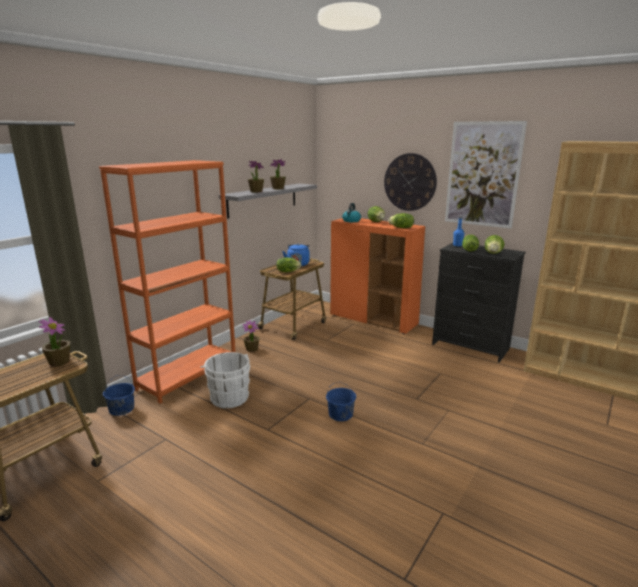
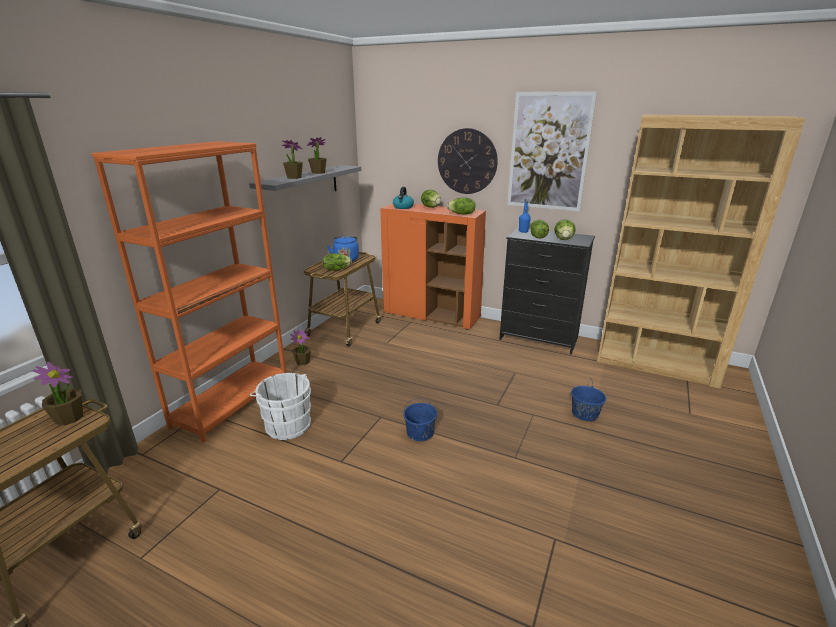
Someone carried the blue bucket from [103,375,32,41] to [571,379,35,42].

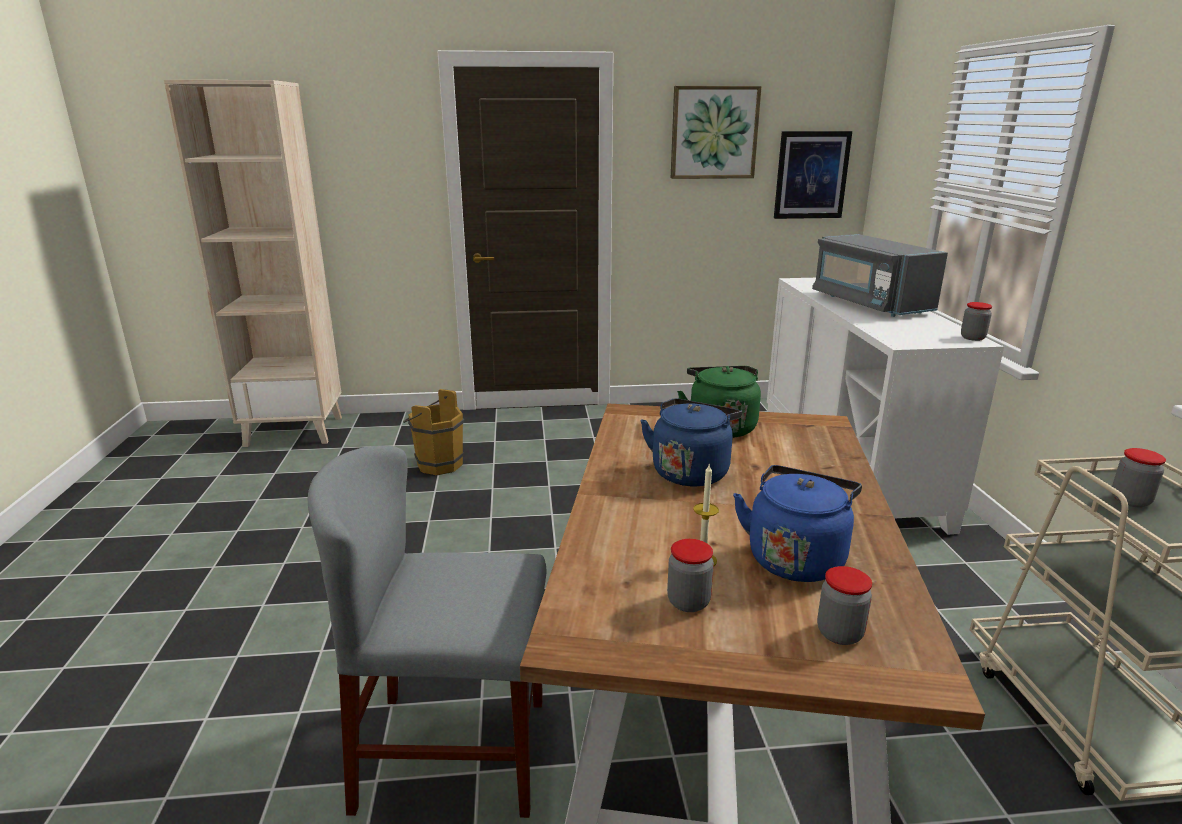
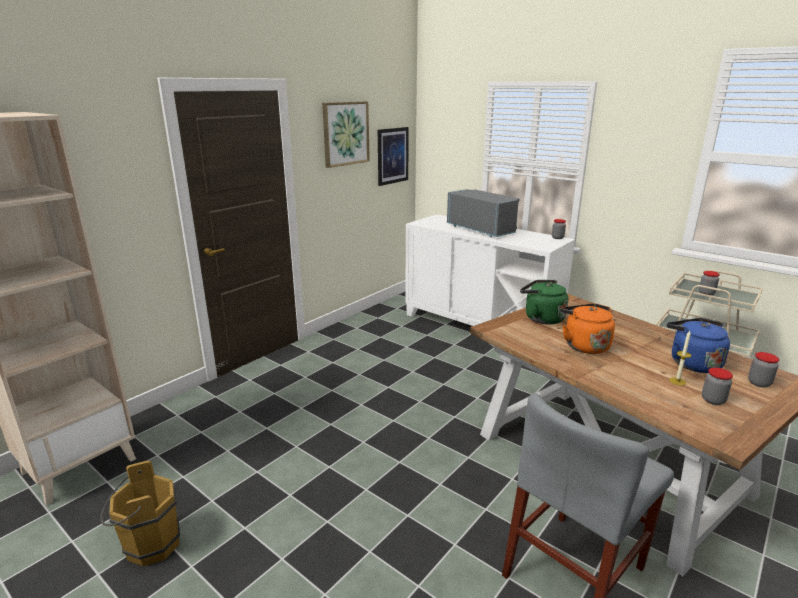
Someone carried the brown bucket from [403,389,61,86] to [100,460,80,106].
Someone repainted the blue kettle at [640,398,102,88], which became the orange kettle at [560,303,55,51].
Someone rotated the grey microwave at [812,234,136,83] by 150 degrees counterclockwise.

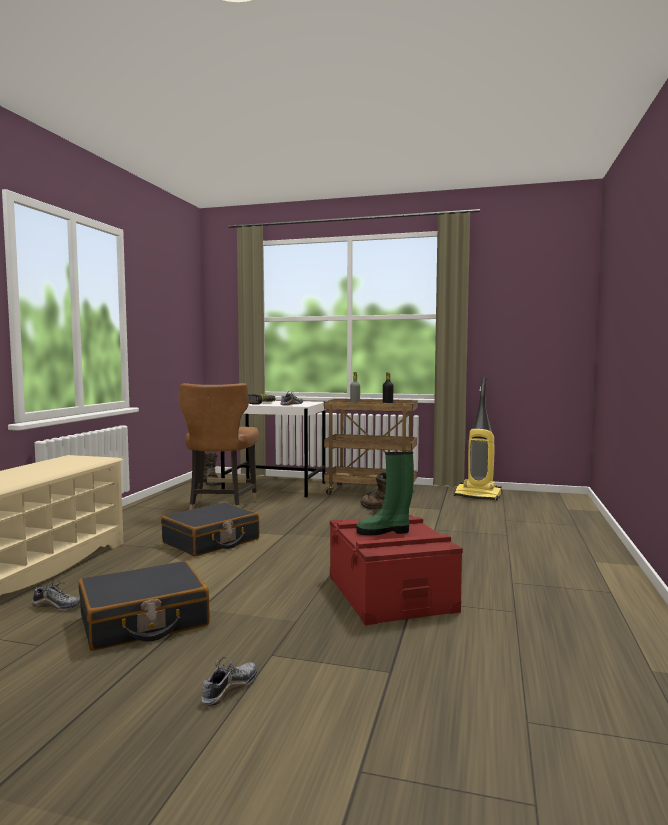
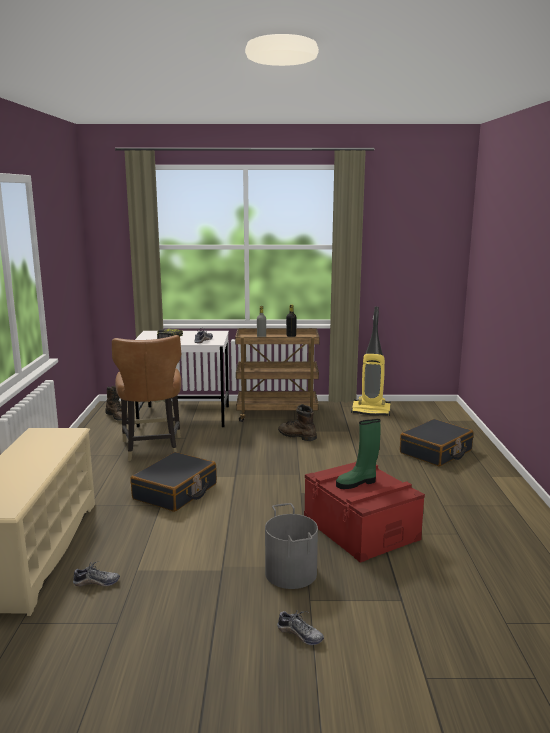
Someone put down the grey bucket at [265,503,53,86].
Someone carried the black suitcase from [79,561,131,90] to [400,419,73,47].
Someone rotated the shoe at [201,657,56,49] by 105 degrees clockwise.

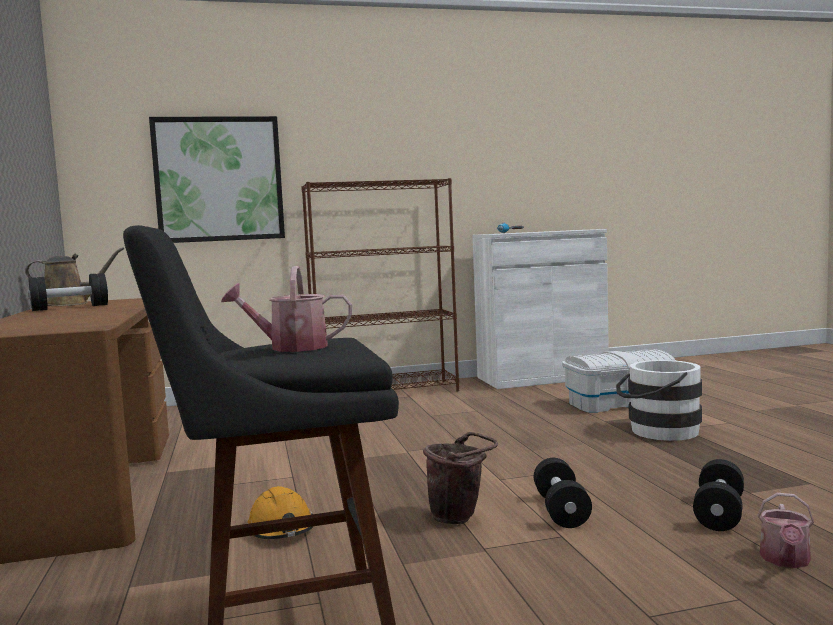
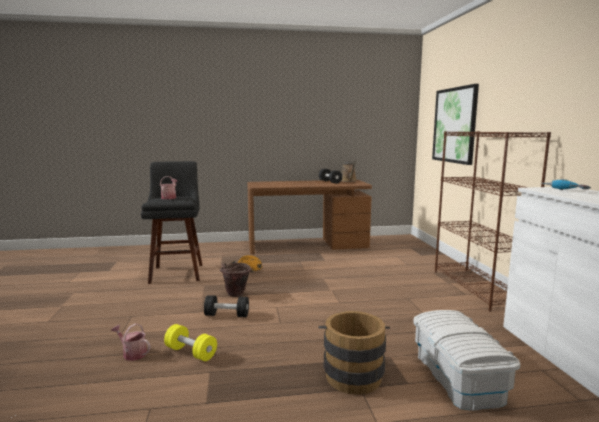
Someone repainted the white bucket at [616,360,86,81], which became the brown bucket at [318,311,72,84].
Someone repainted the black dumbbell at [693,459,51,72], which became the yellow dumbbell at [164,324,53,37].

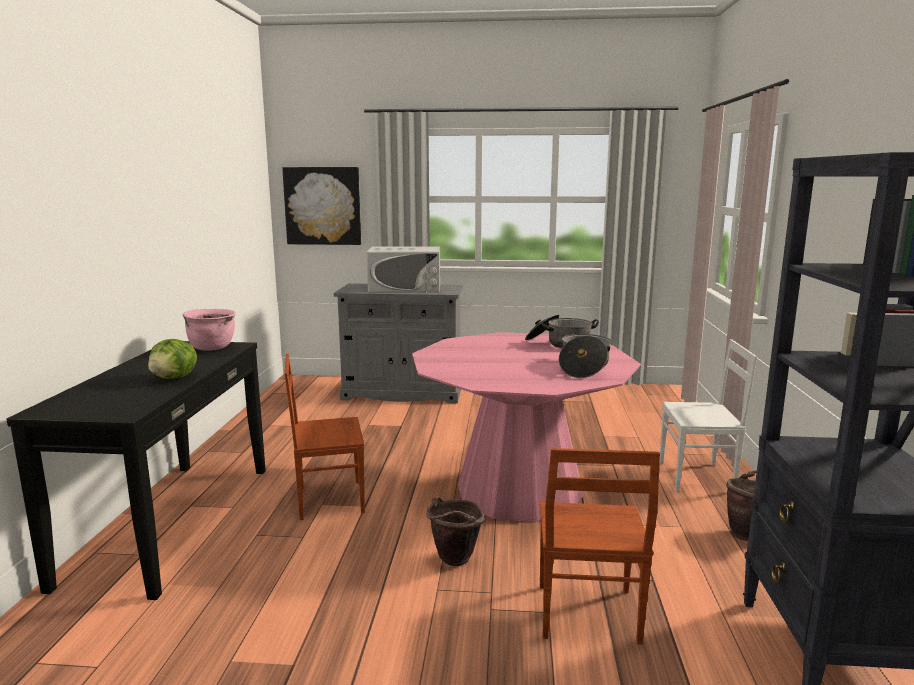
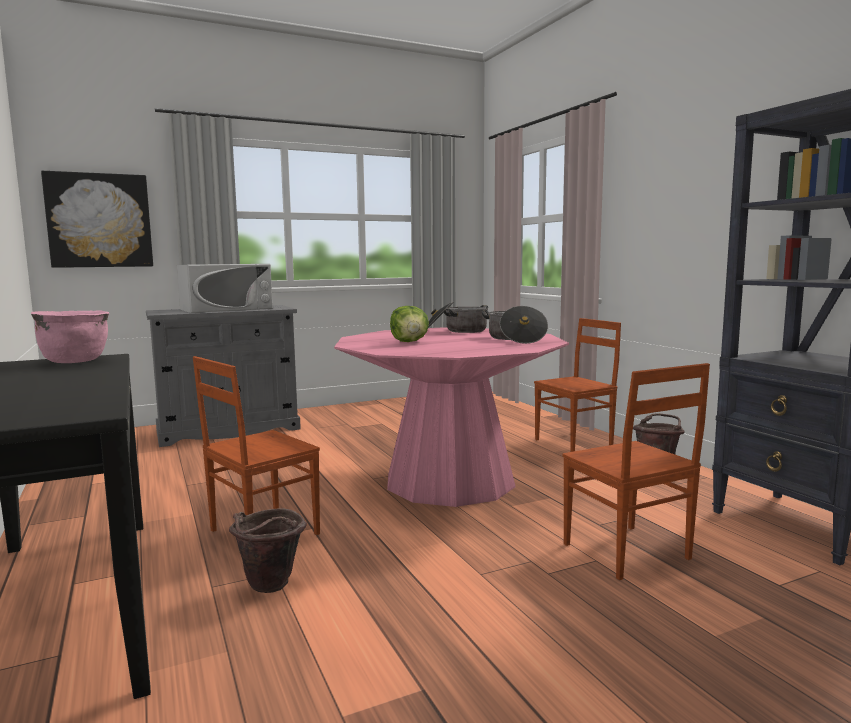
Someone carried the lettuce from [148,339,49,40] to [390,306,39,36].
Someone carried the brown bucket from [426,498,59,68] to [229,508,78,85].
Someone repainted the white chair at [660,339,97,152], which became the brown chair at [534,318,87,134].

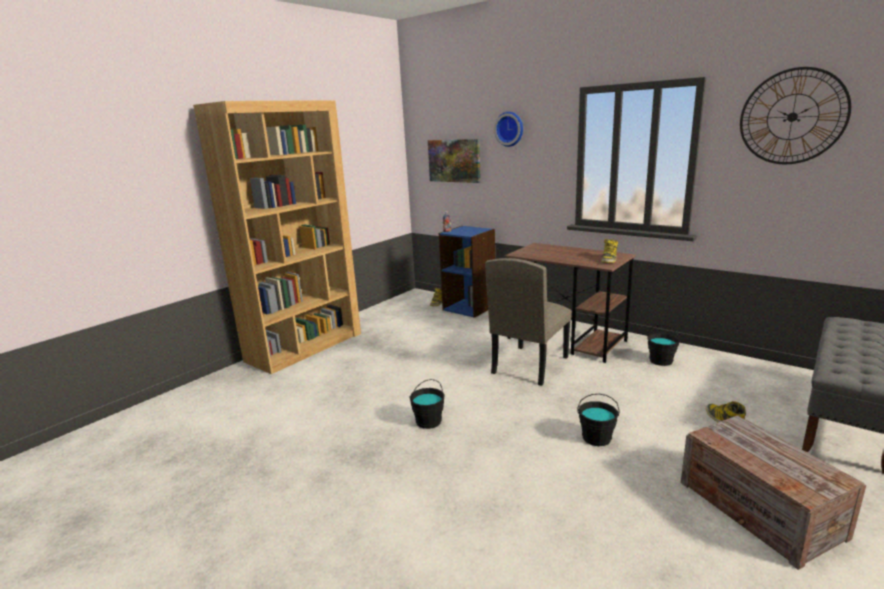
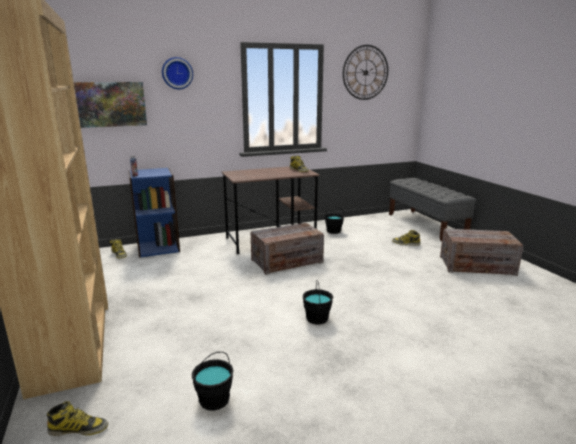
Someone put down the boot at [47,401,61,35].
Someone carried the black bucket from [578,394,42,52] to [192,352,42,59].
Someone swapped the beige chair at [485,258,87,128] for the crate at [251,223,73,51].

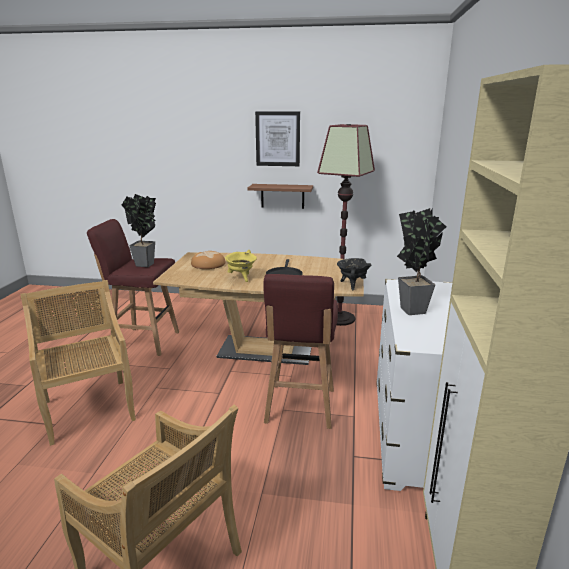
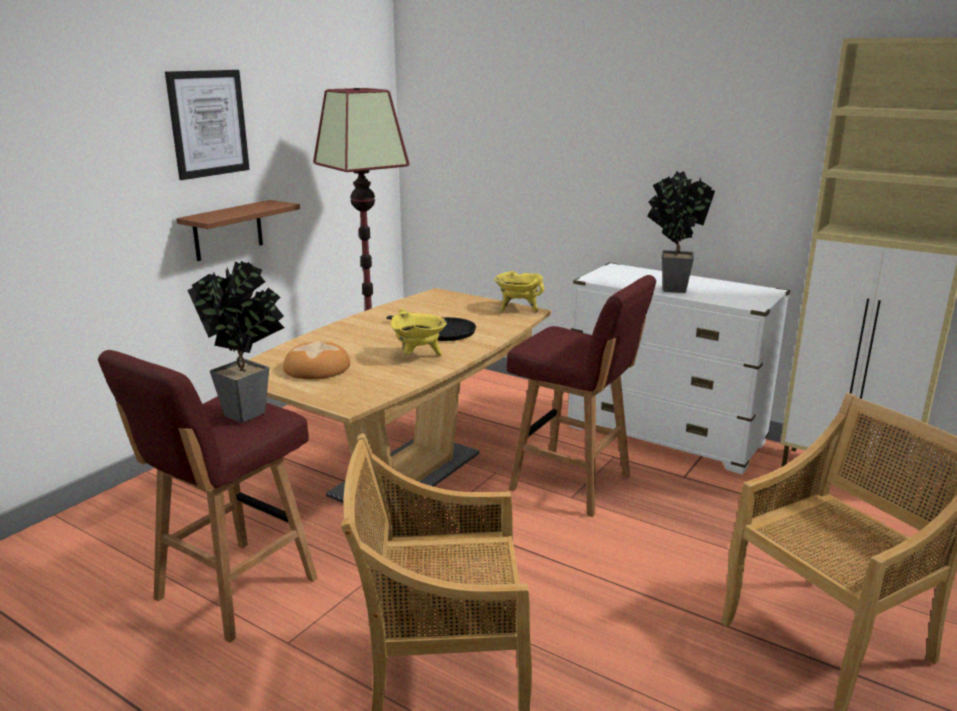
Someone repainted the black cooking pot at [337,258,35,32], which became the yellow cooking pot at [495,271,49,41].

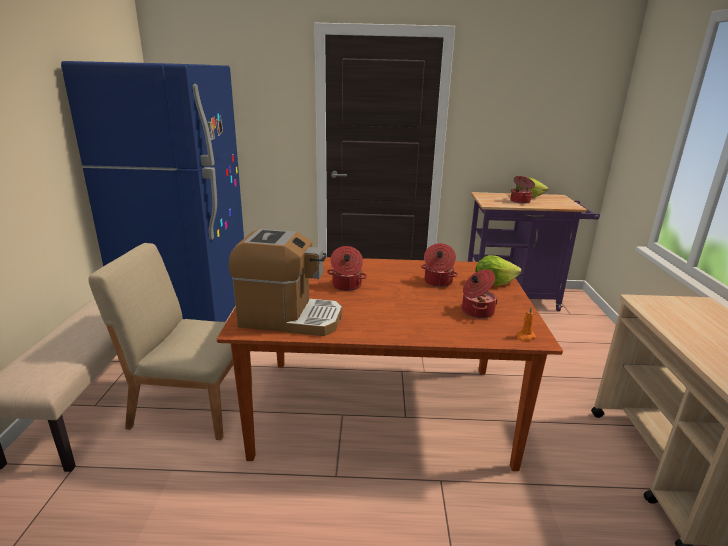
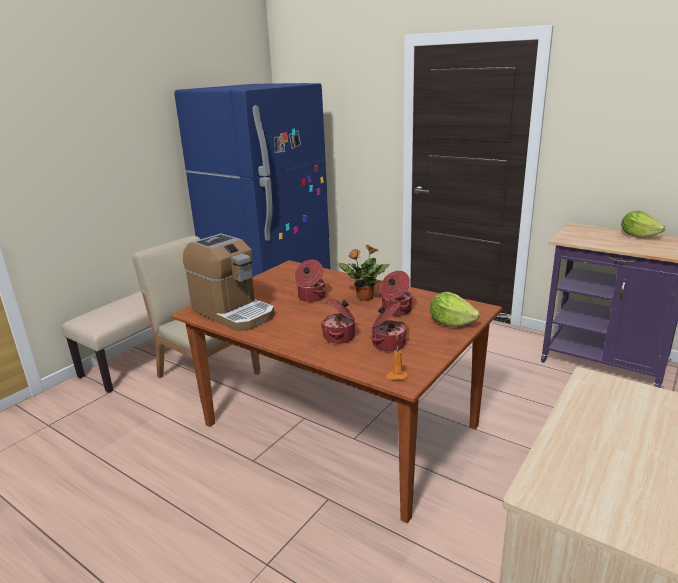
Someone put down the potted plant at [339,245,51,56].
Someone carried the cooking pot from [510,176,25,28] to [321,297,34,47].

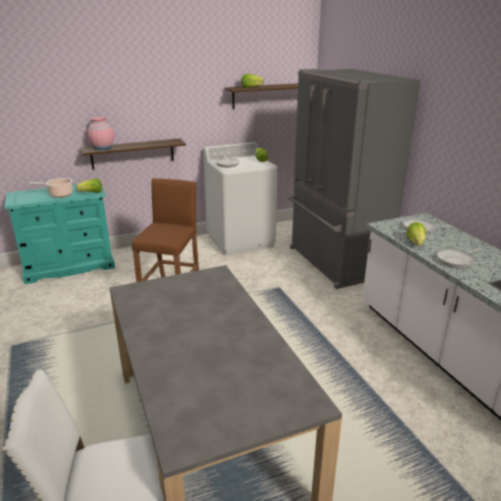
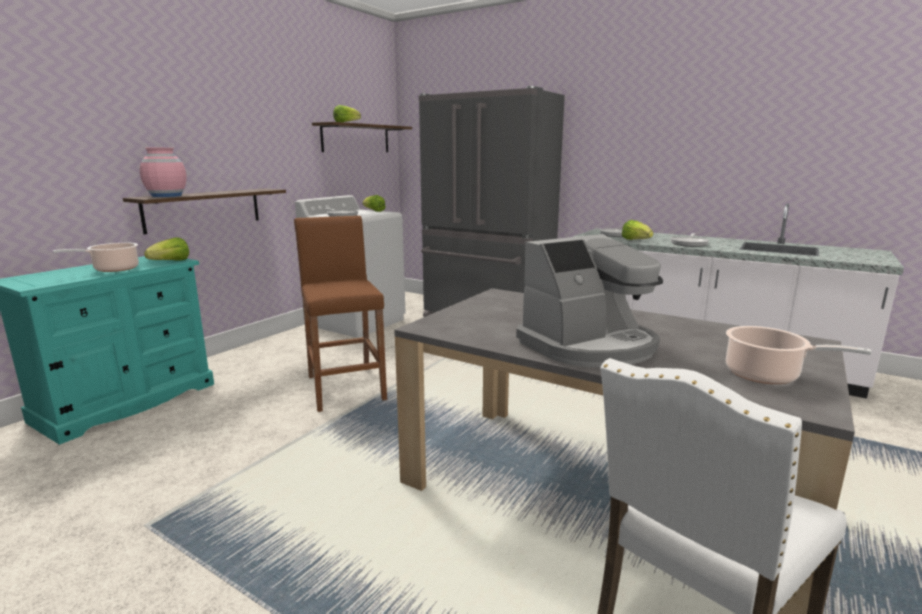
Someone put down the coffee machine at [516,234,147,133].
Someone put down the cooking pot at [726,326,145,58].

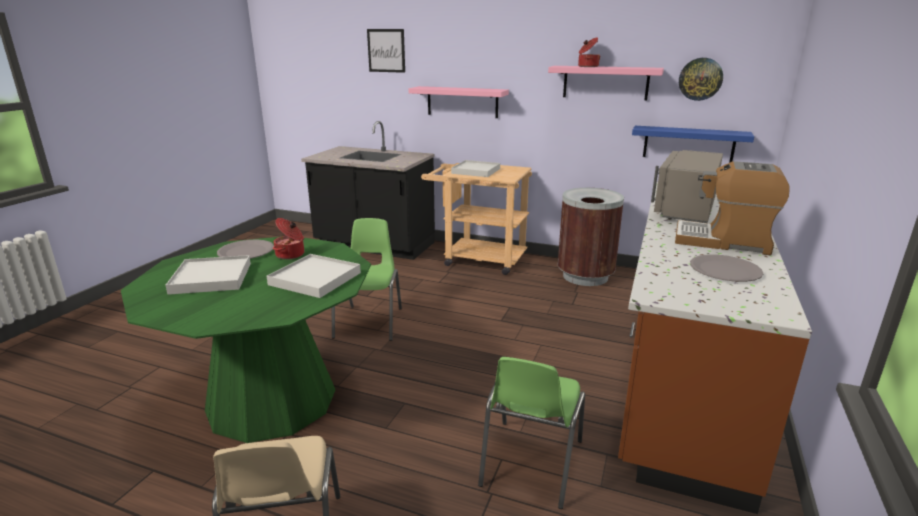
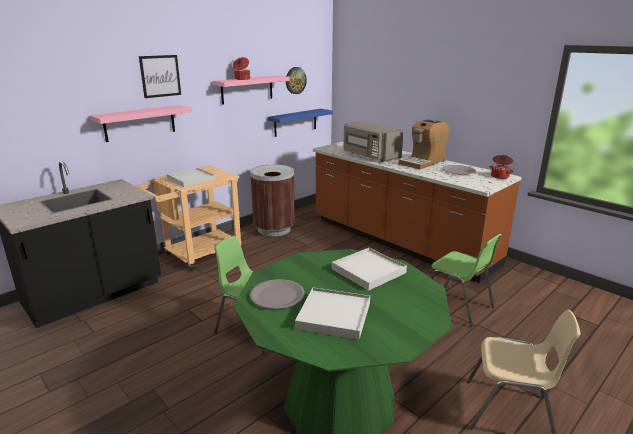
Someone carried the cooking pot from [273,218,31,41] to [489,155,25,24].
Someone carried the picture from [367,29,38,44] to [139,55,42,43].

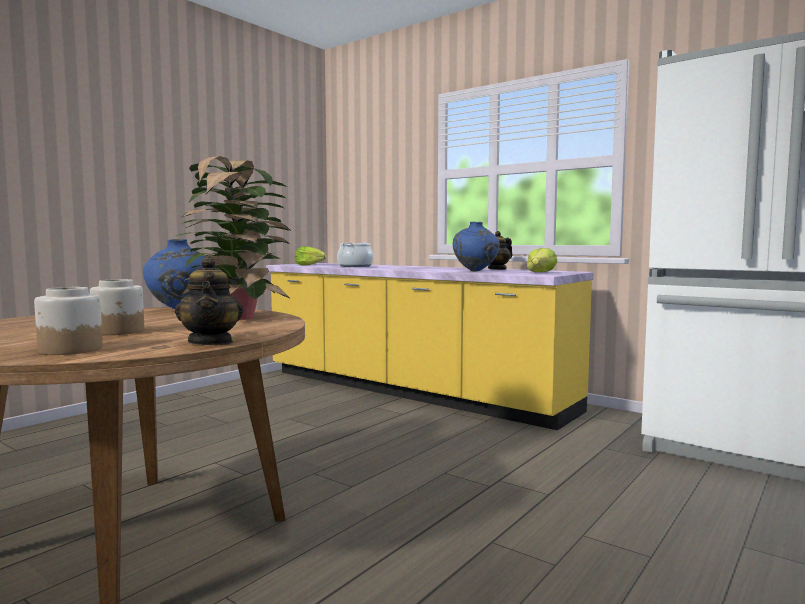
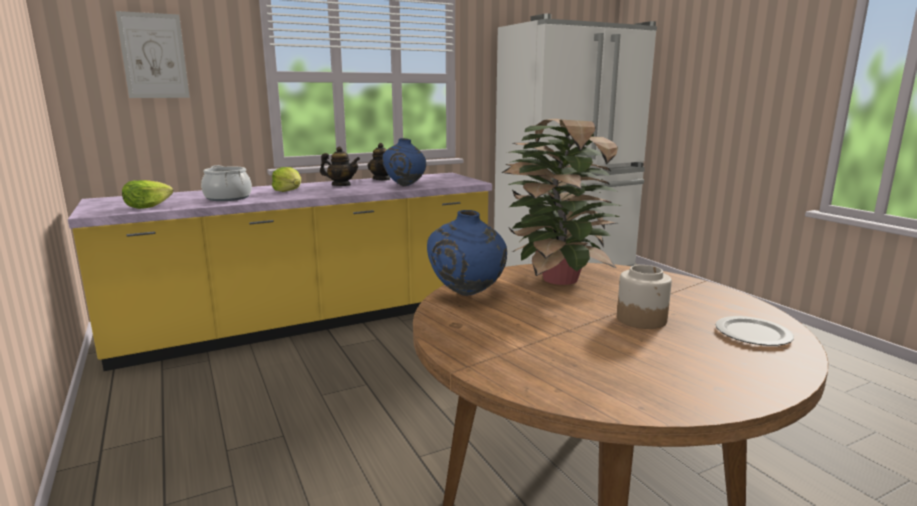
Someone put up the picture at [116,11,74,87].
Someone carried the teapot from [175,256,68,89] to [320,146,40,40].
Someone carried the lettuce from [527,248,30,24] to [272,167,29,25].
Someone swapped the jar at [34,287,69,68] for the plate at [715,316,79,30].

